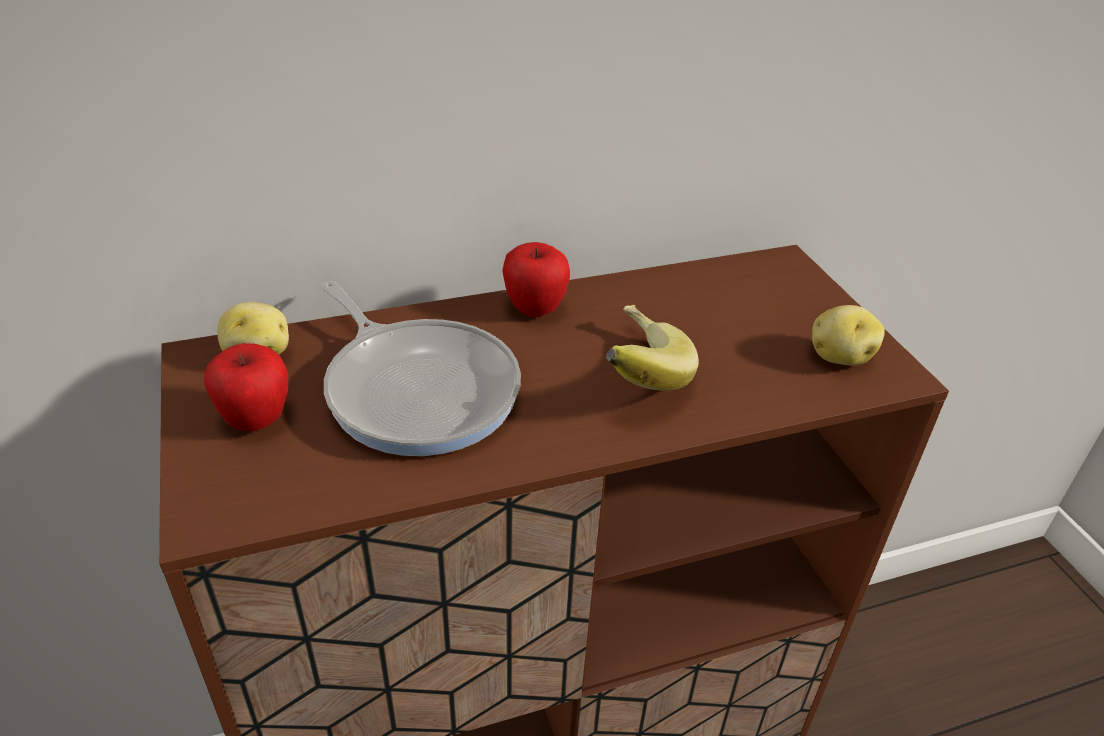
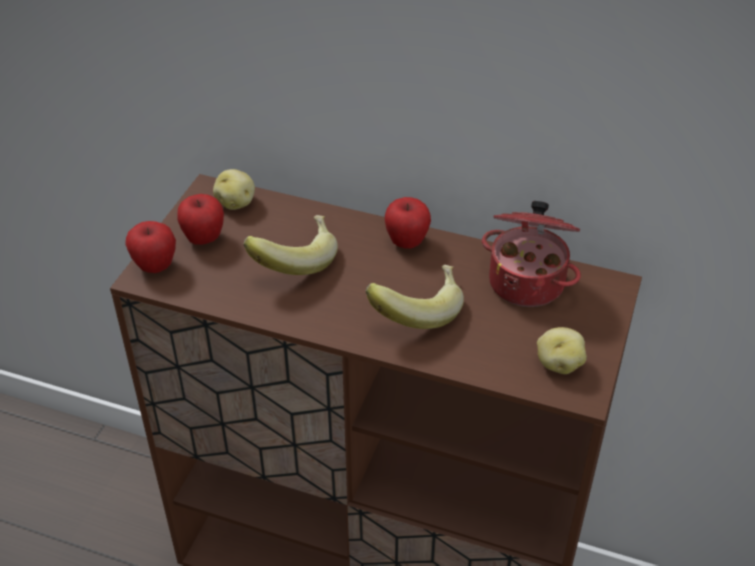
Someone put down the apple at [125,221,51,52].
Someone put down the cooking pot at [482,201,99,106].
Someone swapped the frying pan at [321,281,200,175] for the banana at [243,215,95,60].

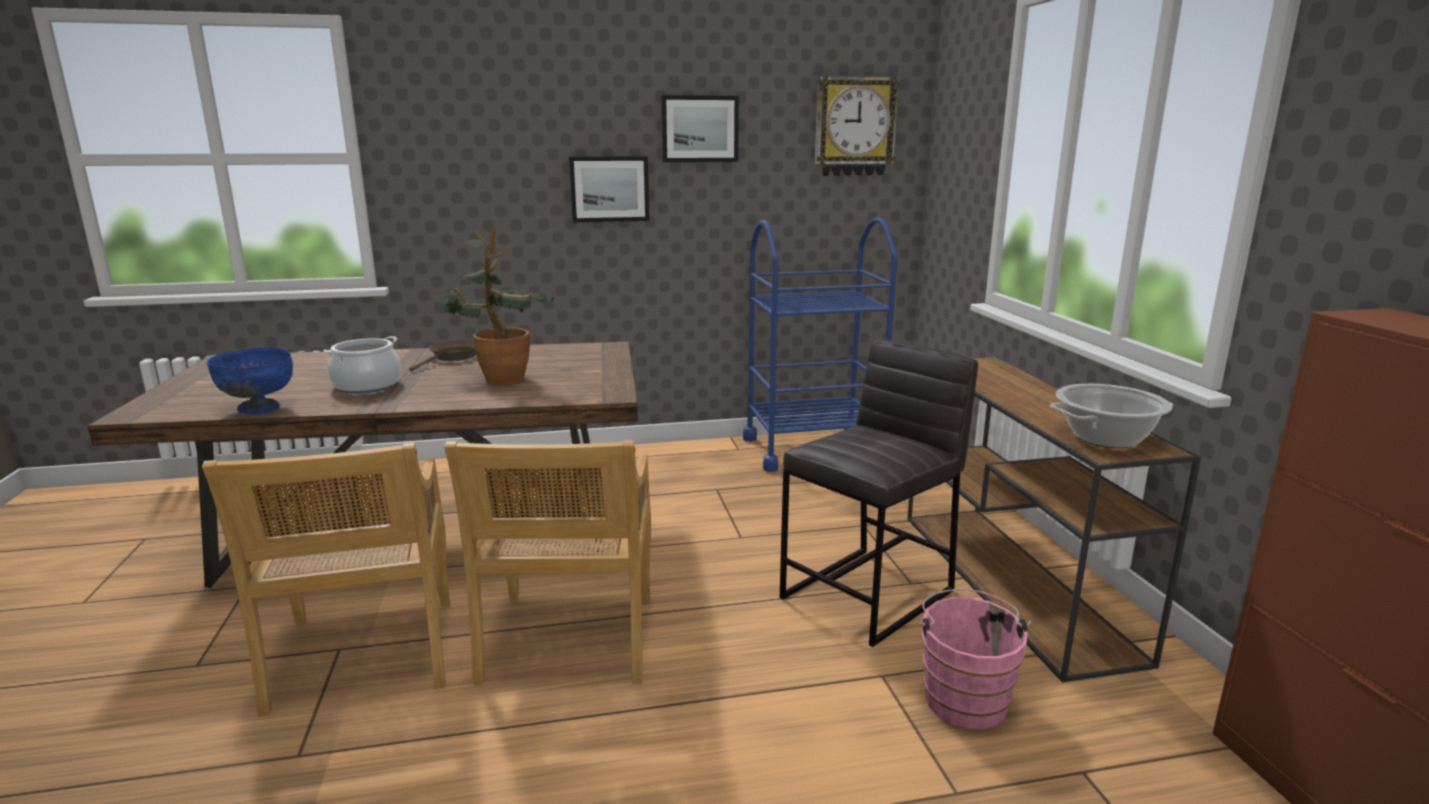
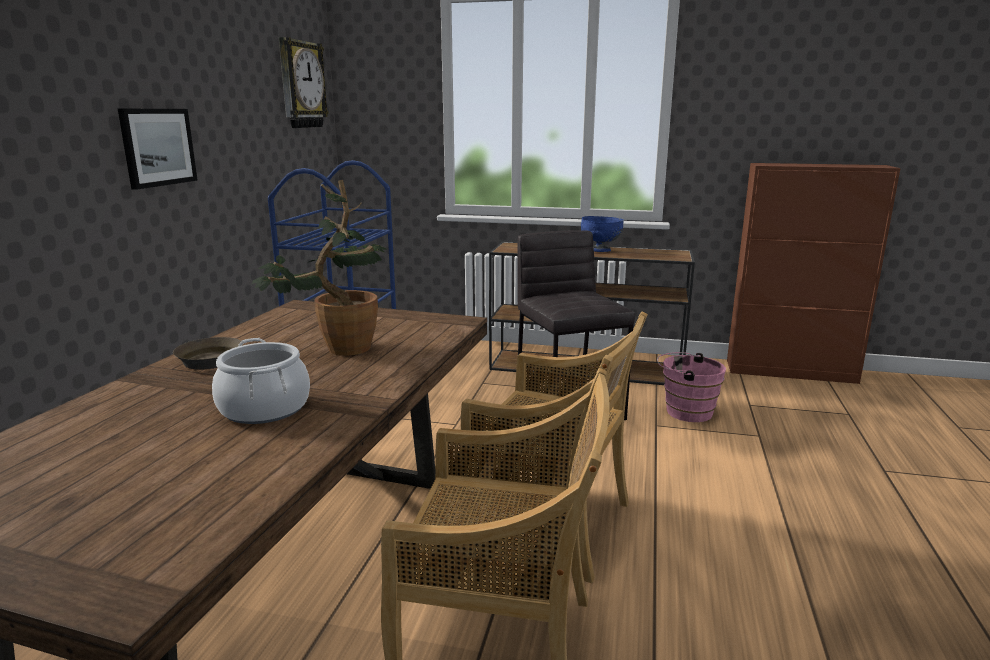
Someone took away the picture at [661,95,78,67].
Someone took away the cooking pot at [1050,384,123,64].
Someone carried the blue bowl from [206,347,87,67] to [581,216,43,36].

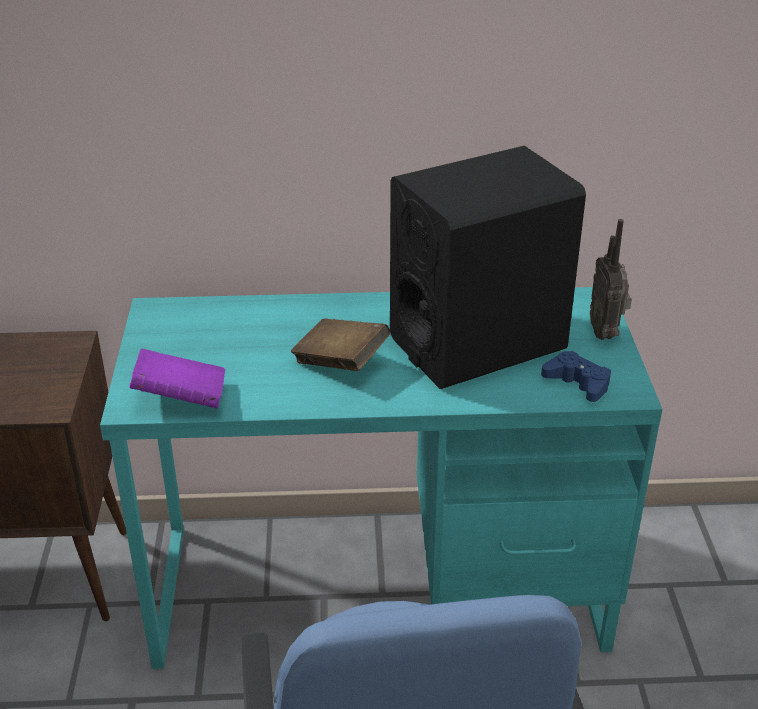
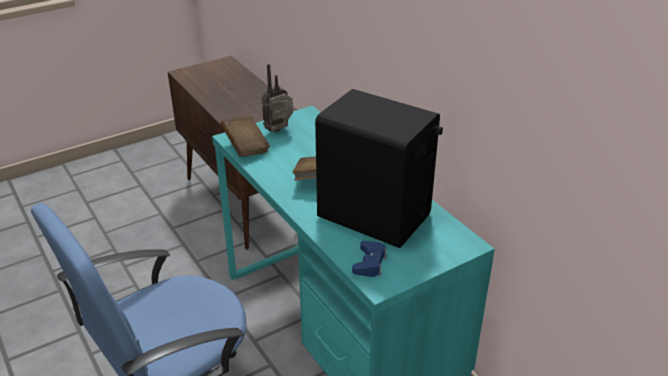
Someone carried the radio from [590,219,42,121] to [262,64,31,69].
Someone repainted the purple book at [129,349,96,60], which became the brown book at [221,116,49,41].

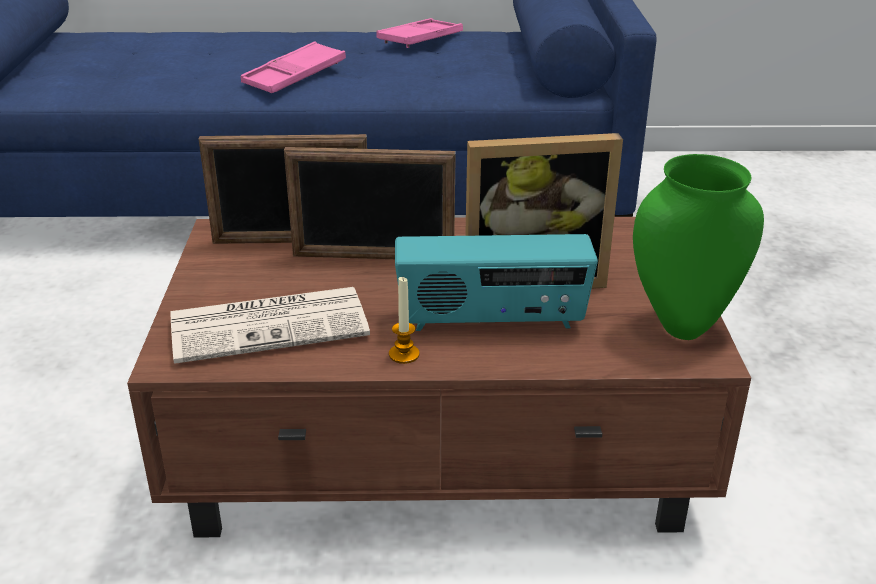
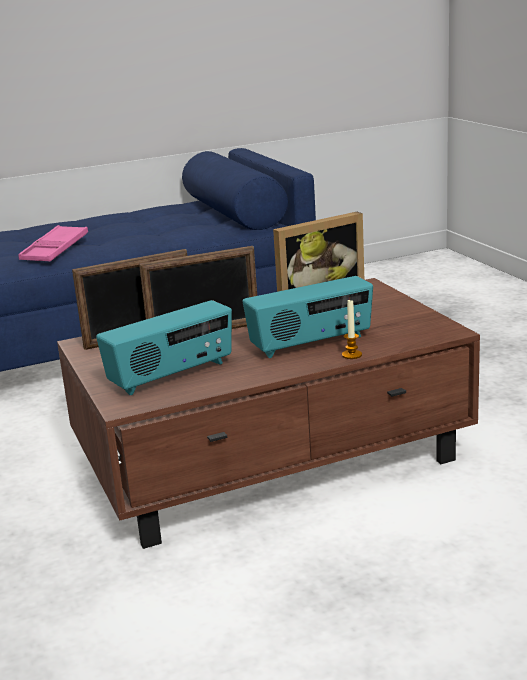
Someone took away the pink tray at [376,18,87,30].
Someone took away the green vase at [633,154,131,186].
Someone carried the candle from [389,277,31,87] to [342,300,20,59].
Someone swapped the newspaper at [170,287,200,77] for the radio at [96,300,136,95].

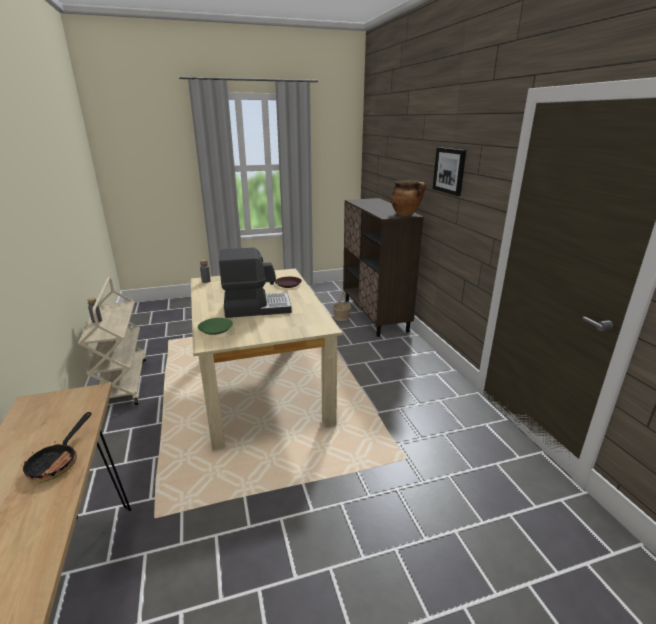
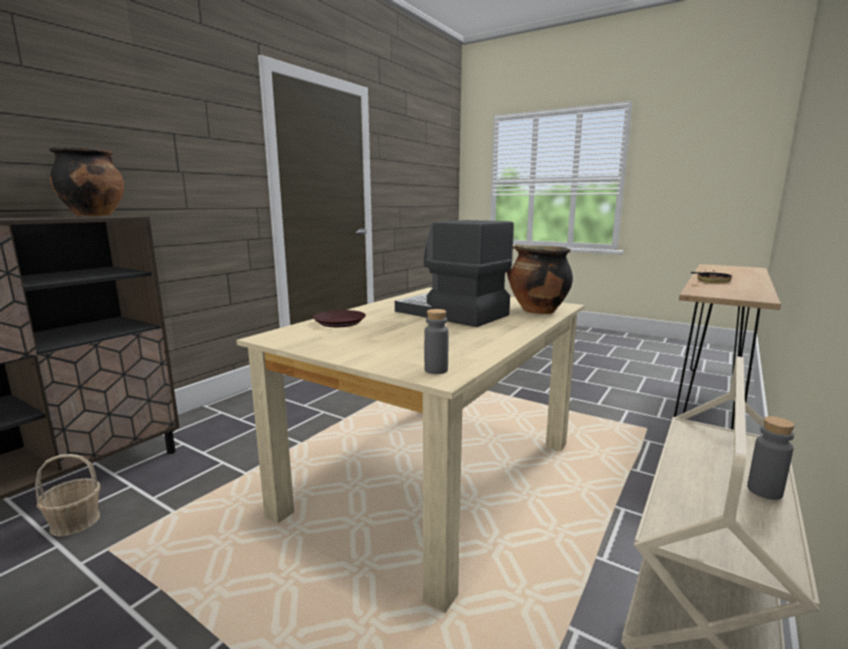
Someone took away the picture at [433,147,33,49].
Someone swapped the green plate at [198,318,35,17] for the cooking pot at [507,244,66,70].

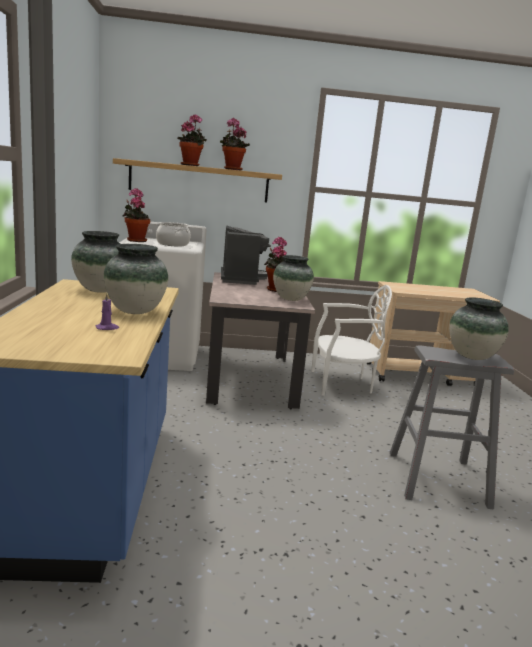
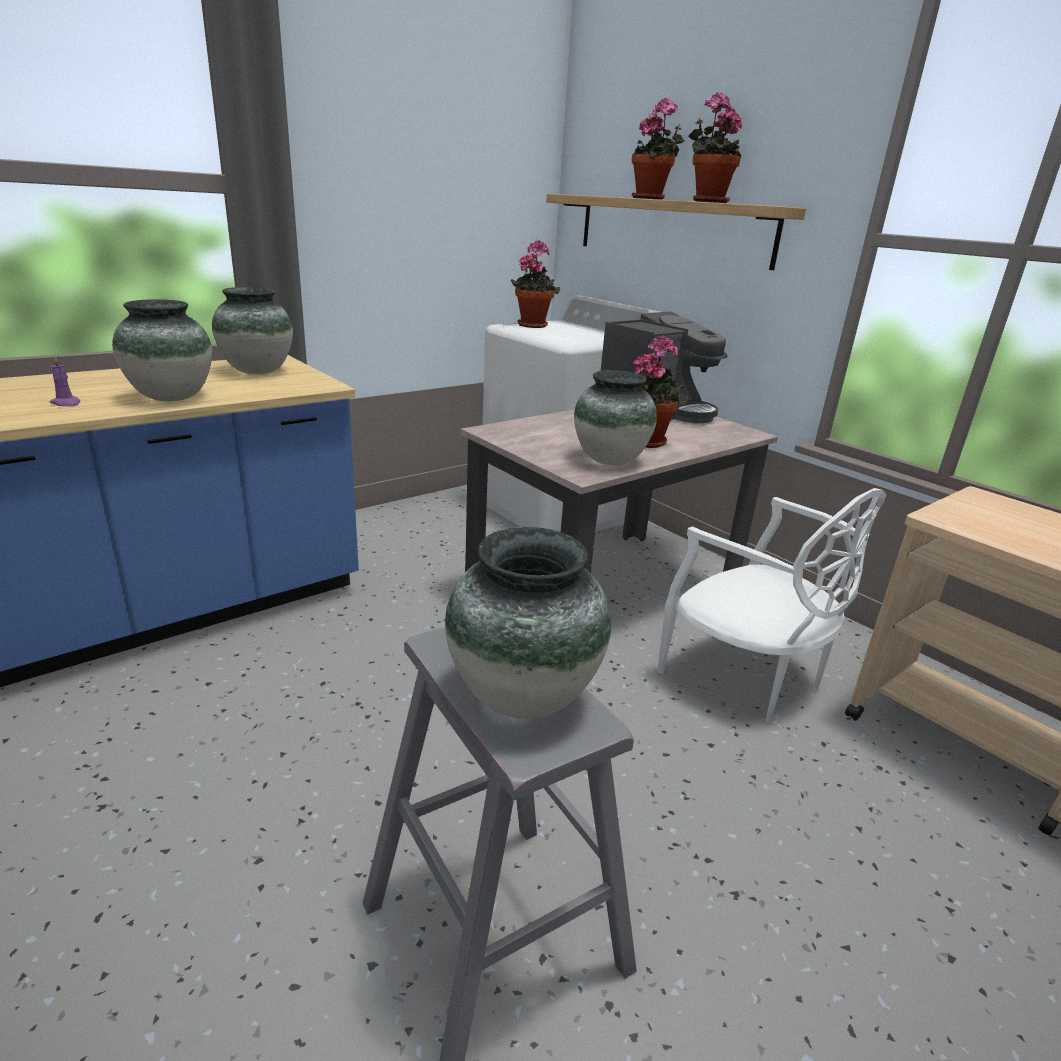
Someone took away the cooking pot at [156,222,35,24].

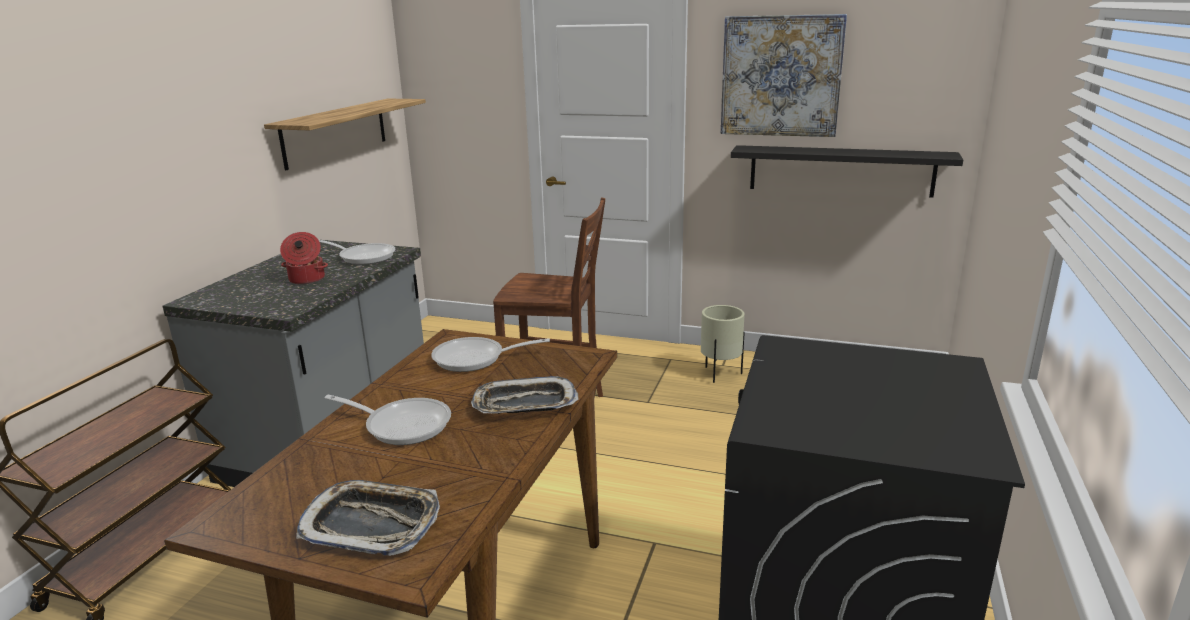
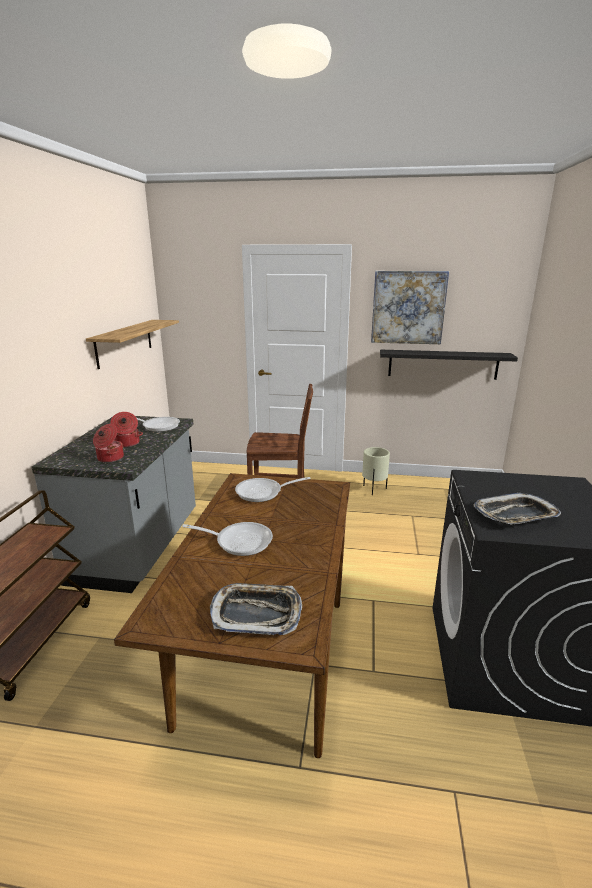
Someone put down the cooking pot at [93,424,31,39].
Someone carried the tray from [471,376,108,38] to [474,493,87,31].

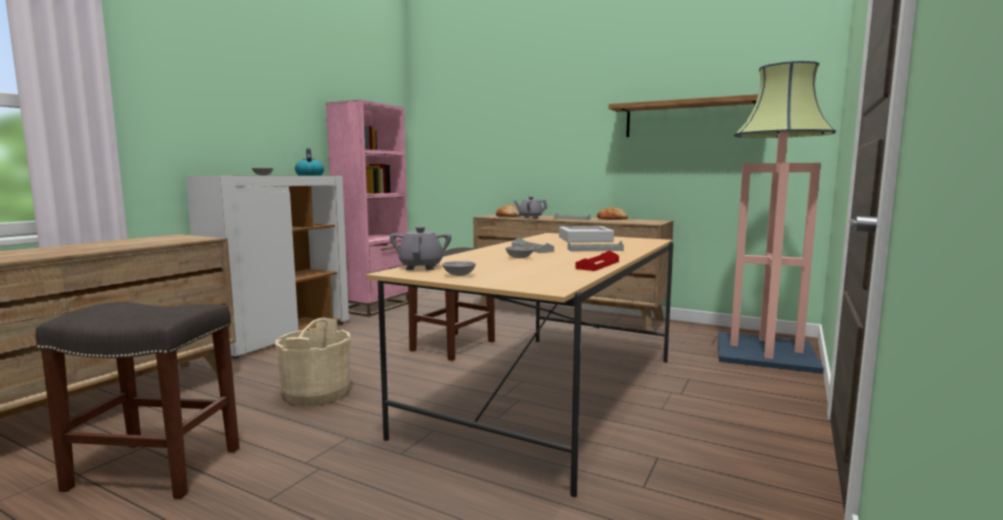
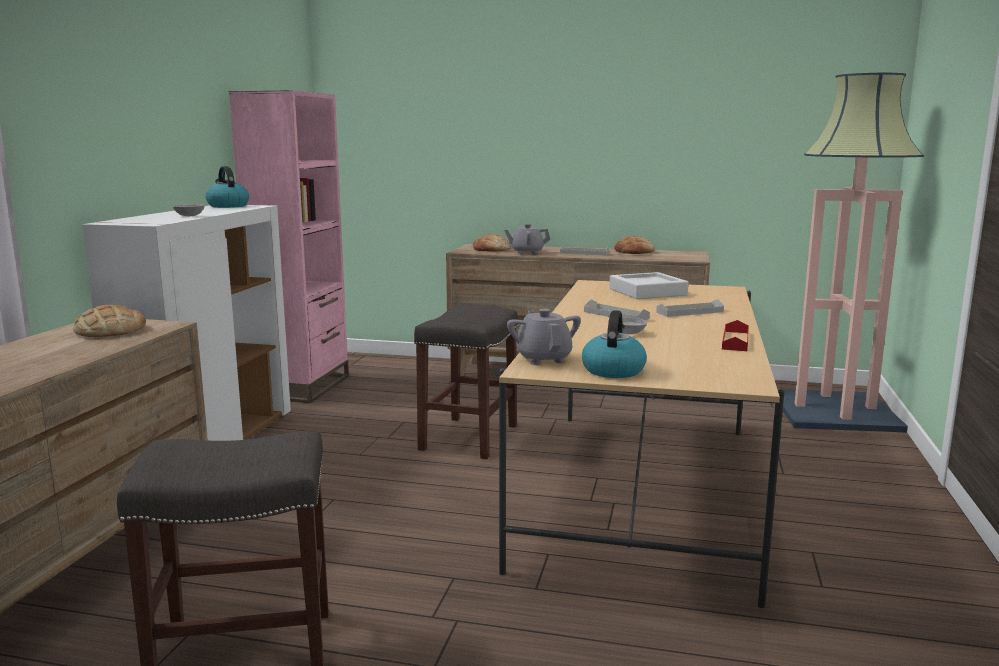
Someone took away the beige bucket at [275,317,76,89].
Someone took away the shelf at [609,94,149,43].
Someone put down the bread at [73,305,73,32].
Someone swapped the grey bowl at [442,261,34,15] for the kettle at [582,310,65,68].

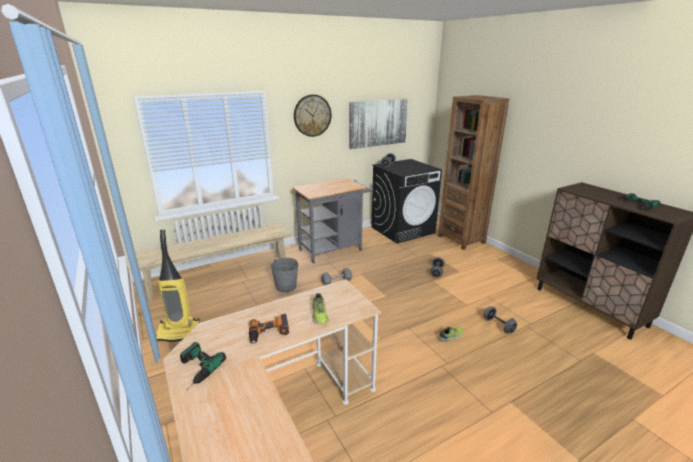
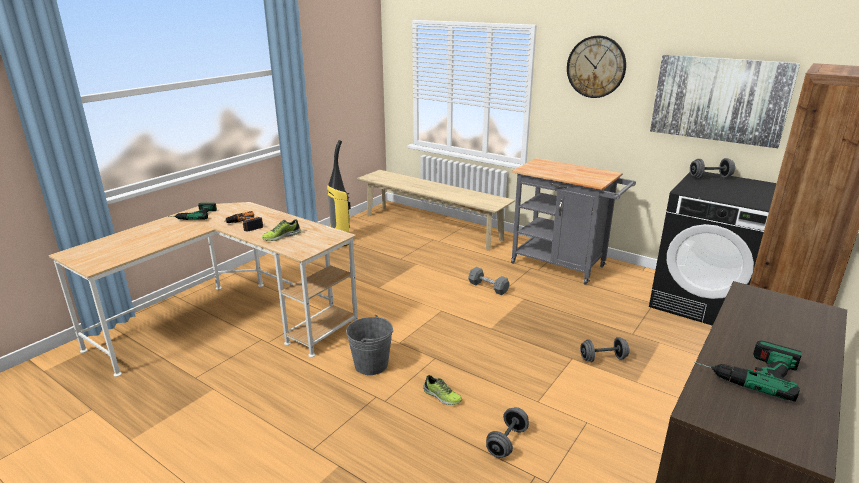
Someone carried the grey bucket from [271,258,27,34] to [346,315,47,60].

